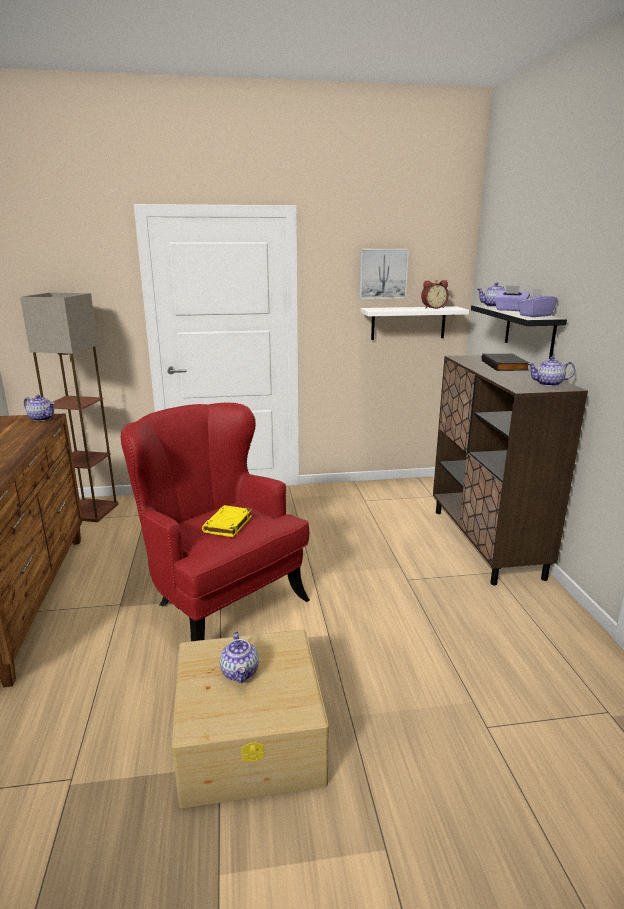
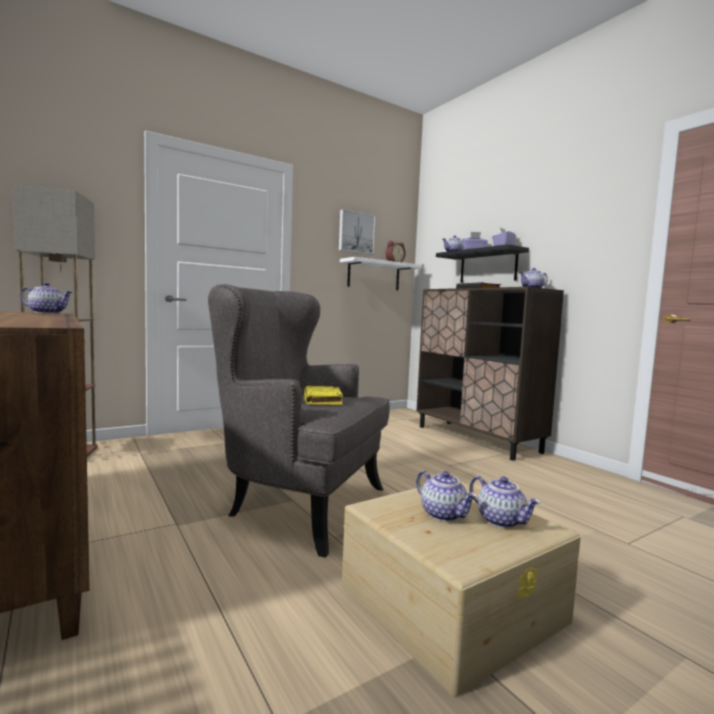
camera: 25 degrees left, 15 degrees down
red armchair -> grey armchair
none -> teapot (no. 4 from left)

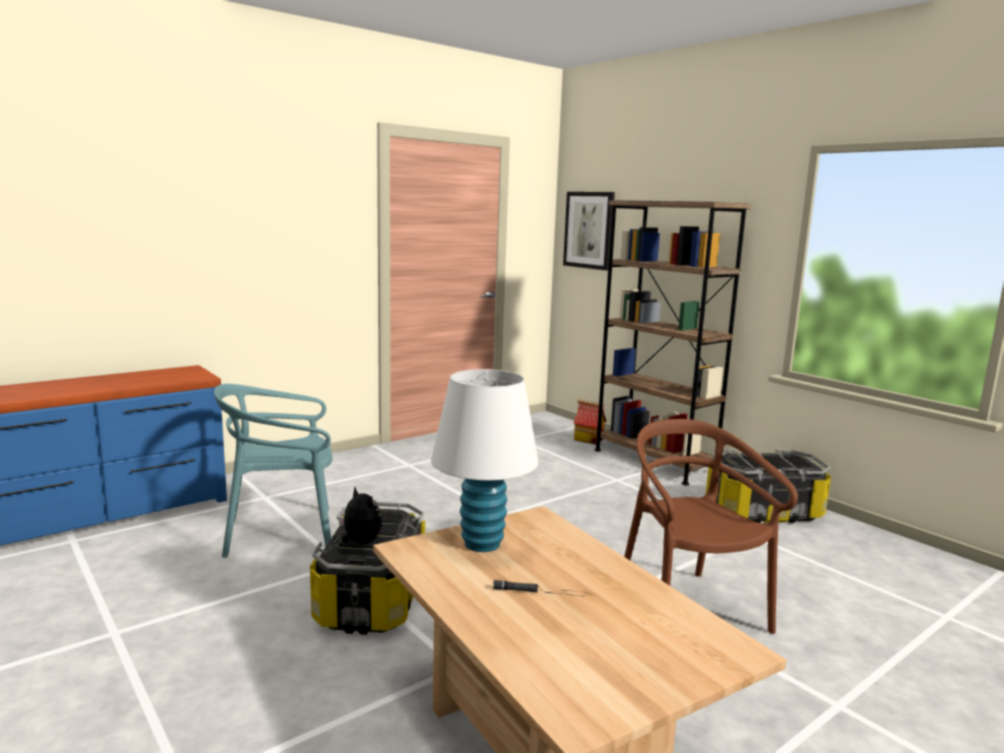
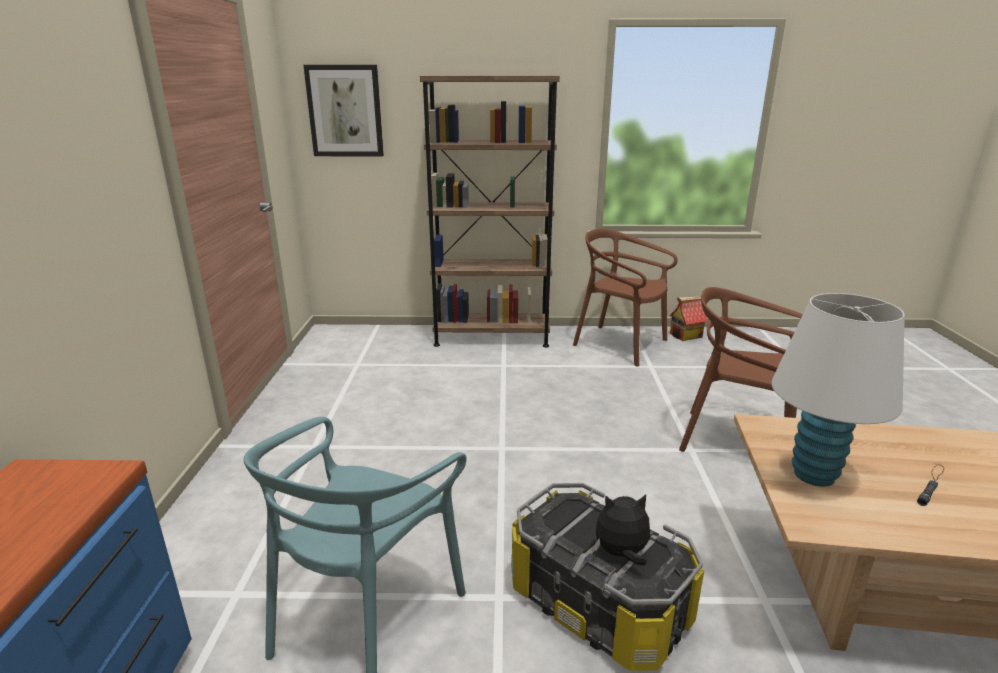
camera: 50 degrees left, 10 degrees up
toy house, relocated
storage box (no. 2 from left) -> brown chair (no. 1 from left)

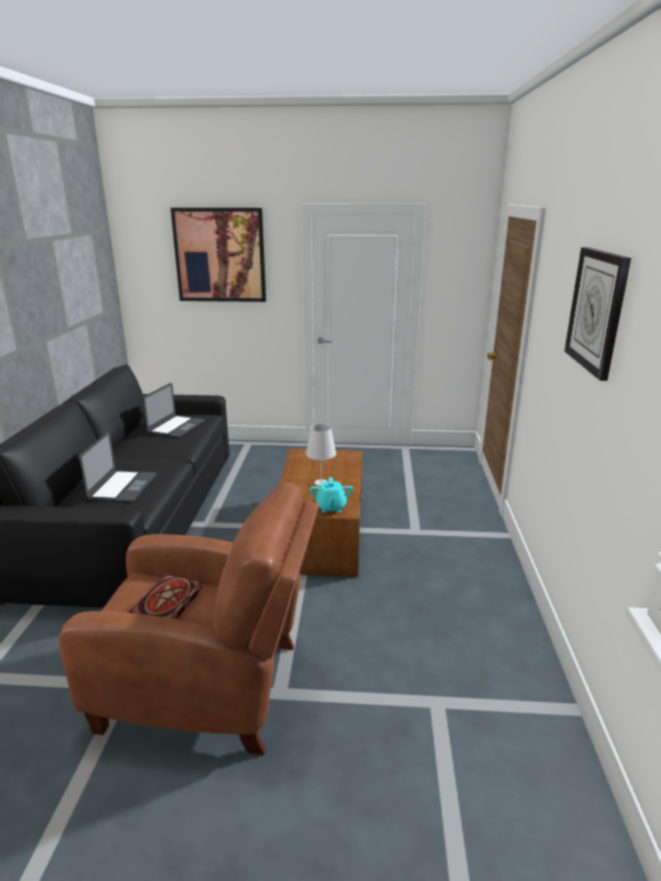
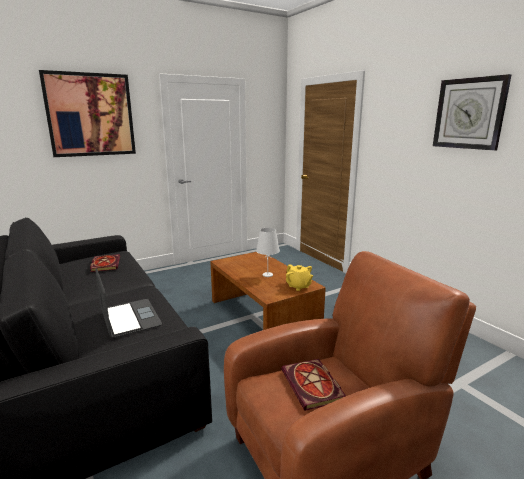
camera: 35 degrees left, 5 degrees down
laptop (no. 2 from left) -> book (no. 1 from left)
turquoise teapot -> yellow teapot

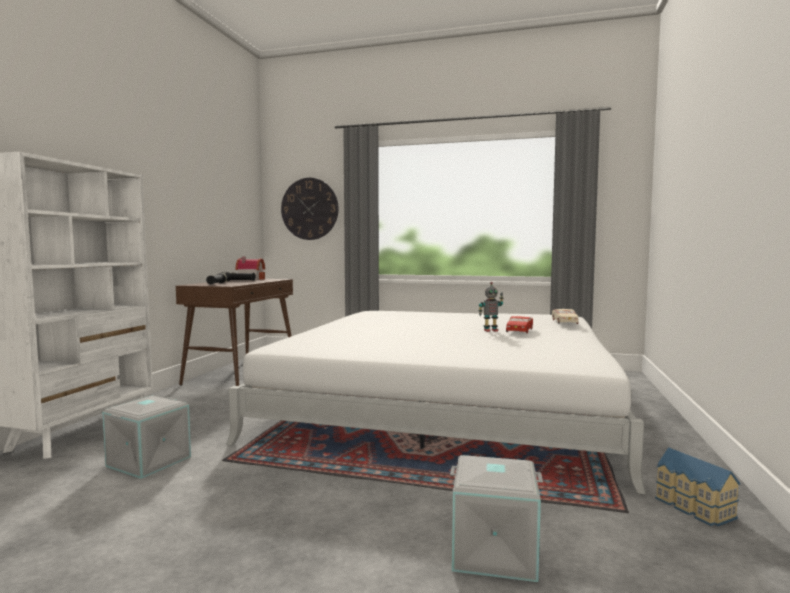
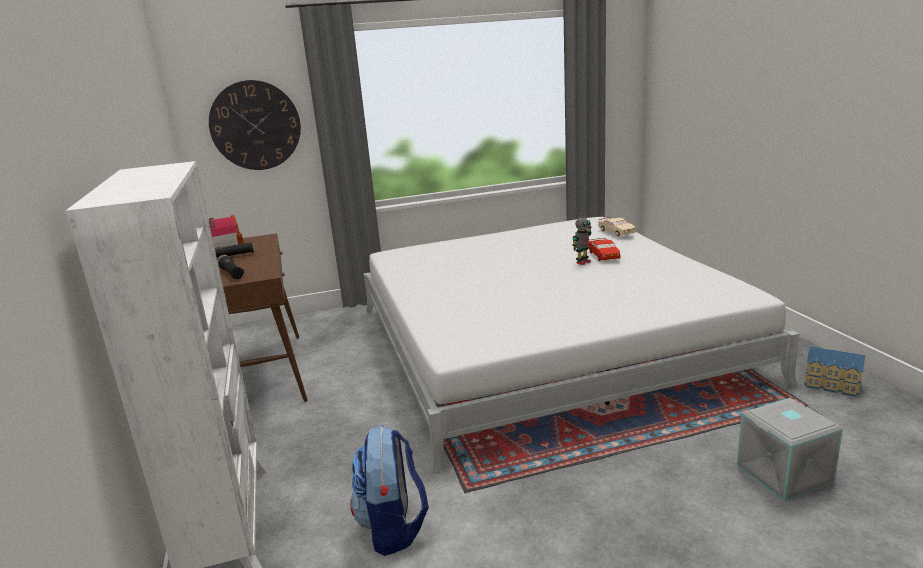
camera: 30 degrees left, 15 degrees up
grey storage box (no. 1 from left) -> backpack

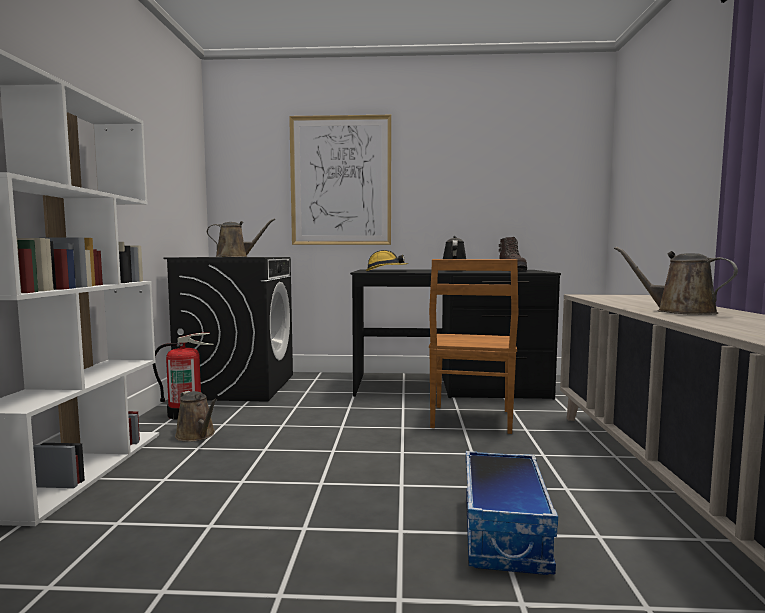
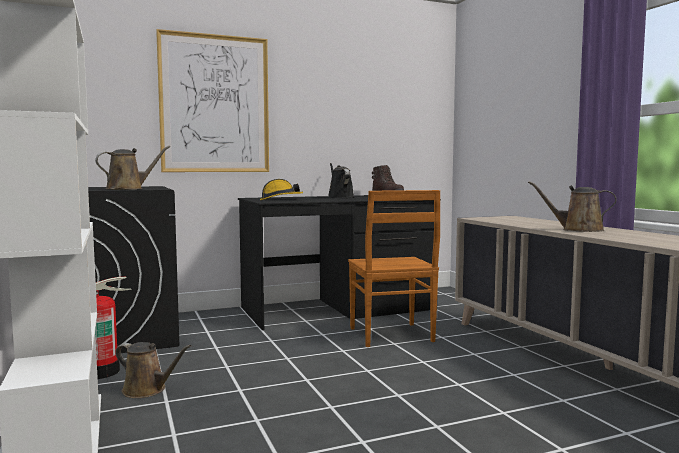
camera: 25 degrees left, 0 degrees up
storage box -> none

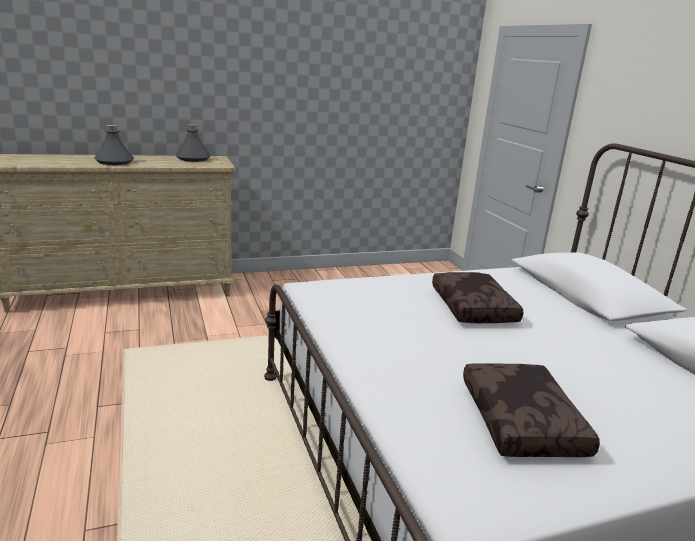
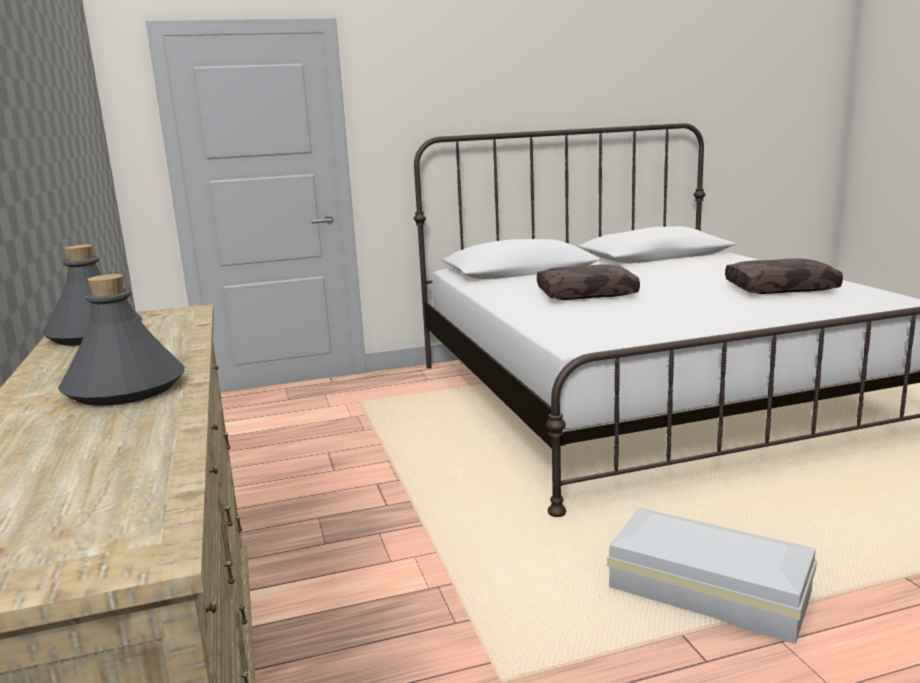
camera: 85 degrees left, 5 degrees down
none -> white storage box

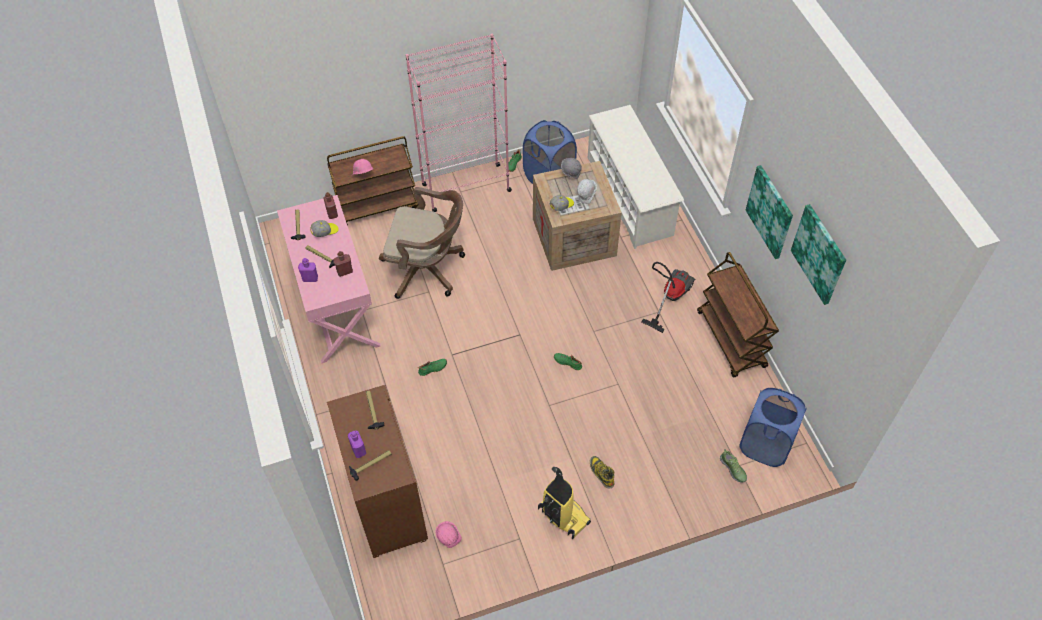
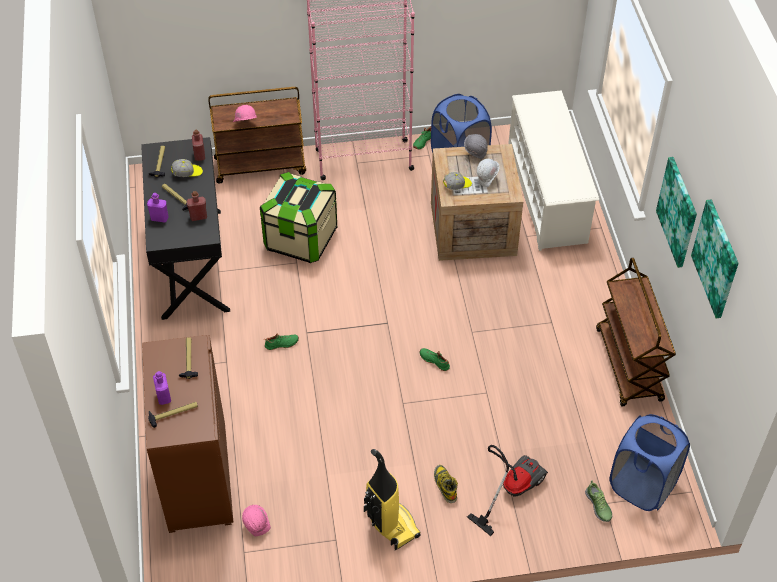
camera: 10 degrees right, 5 degrees down
pink desk -> black desk
brown office chair -> storage box
vacuum cleaner (no. 2 from left), relocated

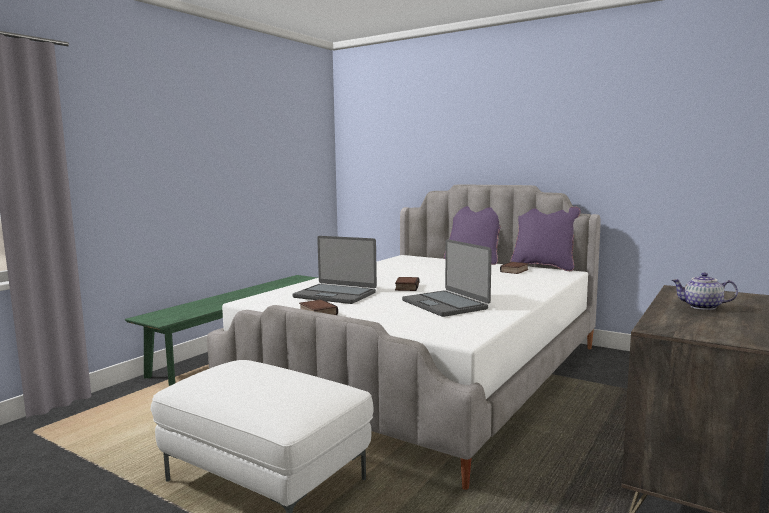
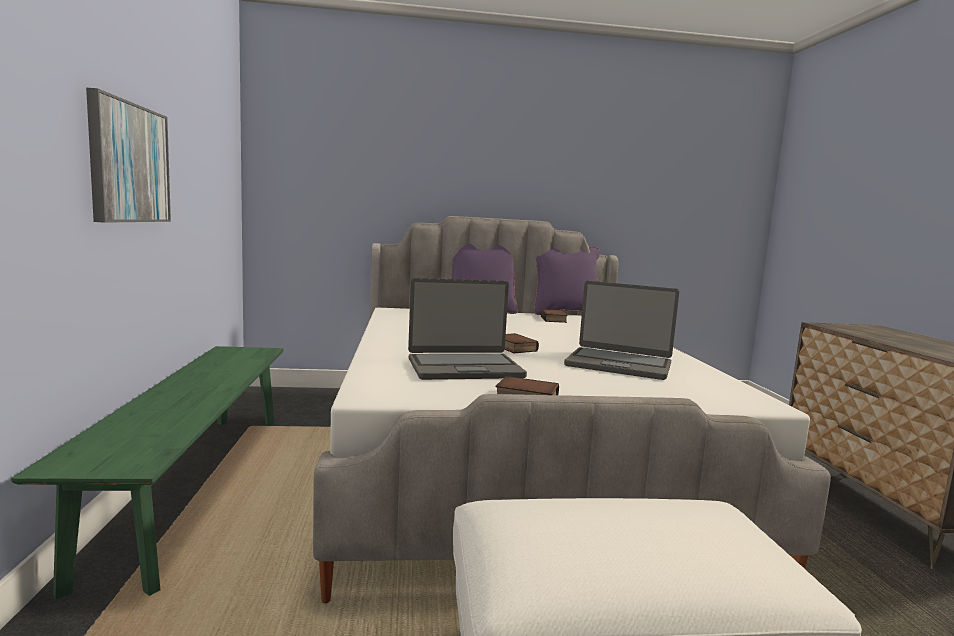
camera: 40 degrees left, 0 degrees up
teapot -> none
none -> picture

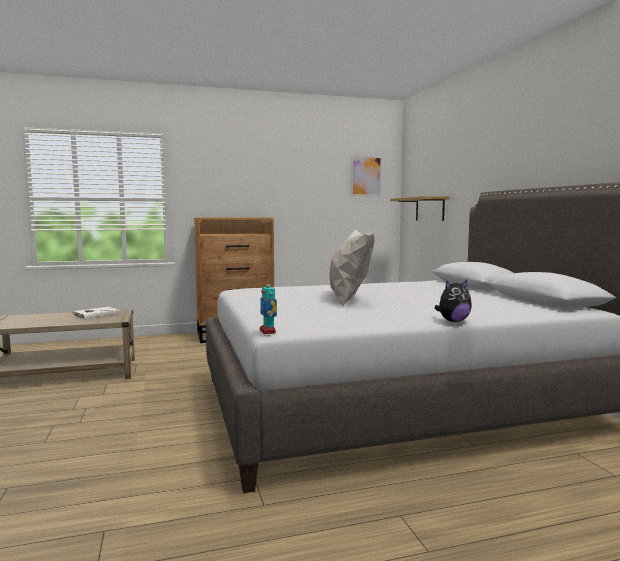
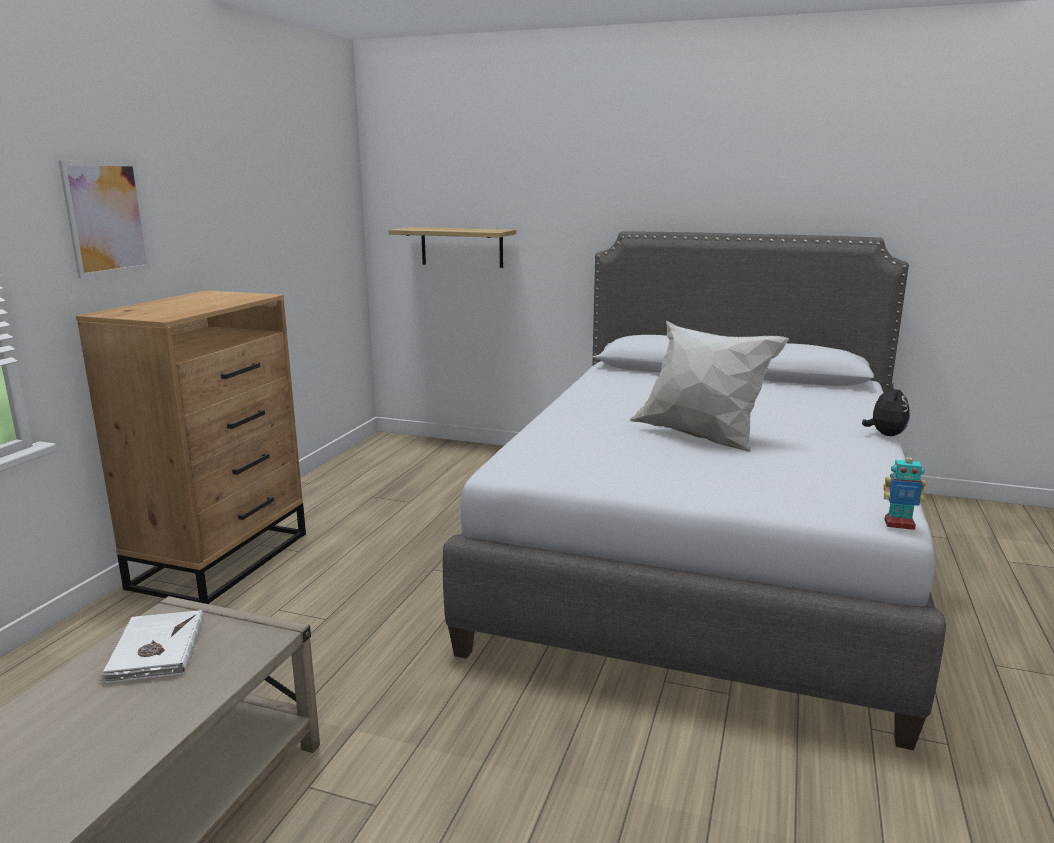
camera: 55 degrees left, 10 degrees up
picture, relocated

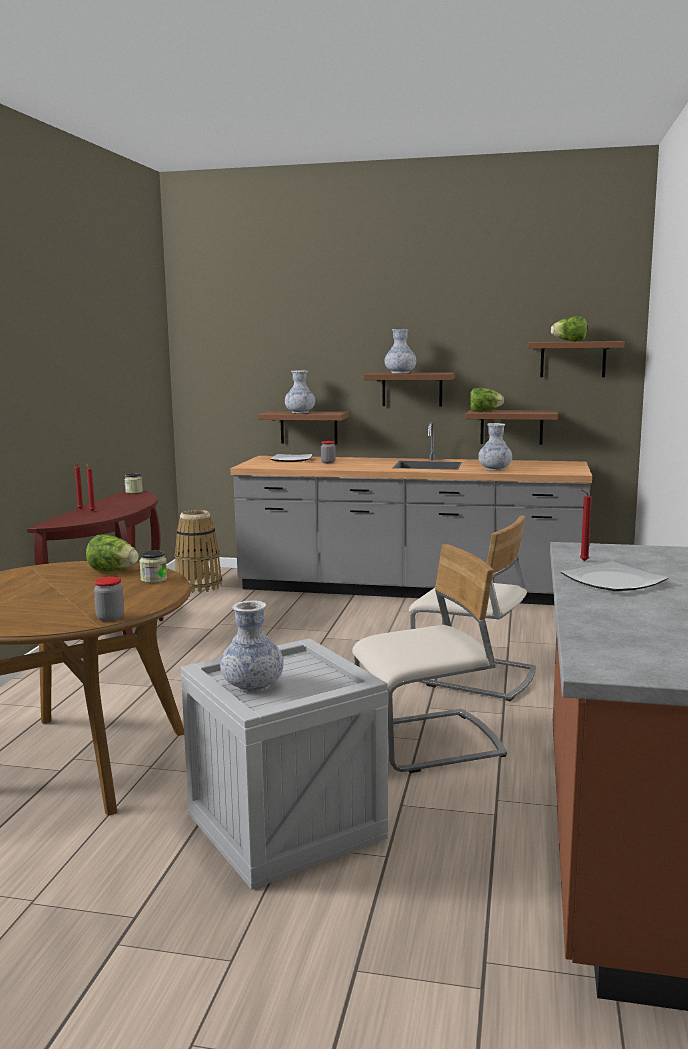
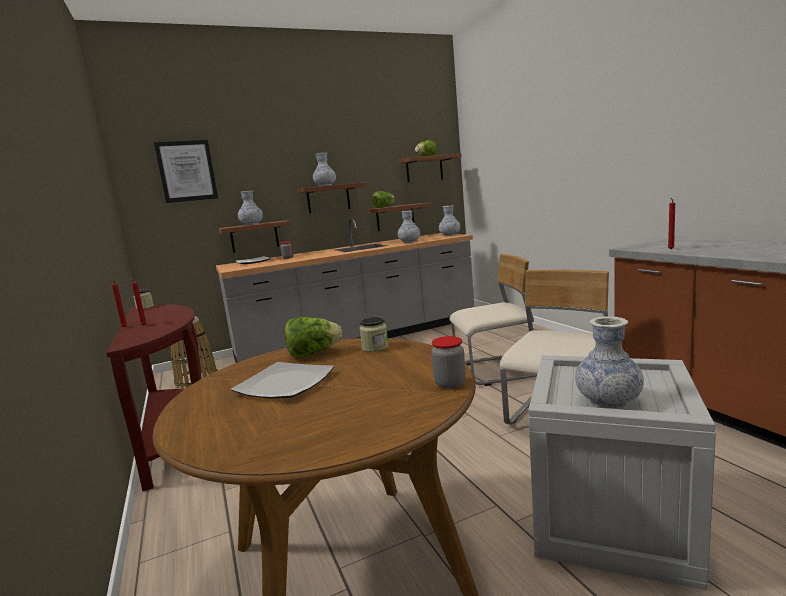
camera: 35 degrees left, 0 degrees up
plate (no. 2 from left), relocated
none -> picture
none -> vase (no. 4 from left)

